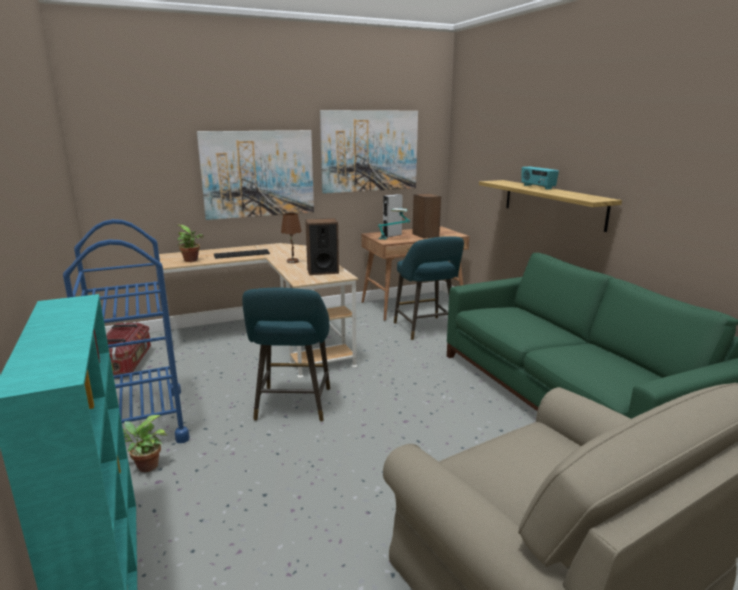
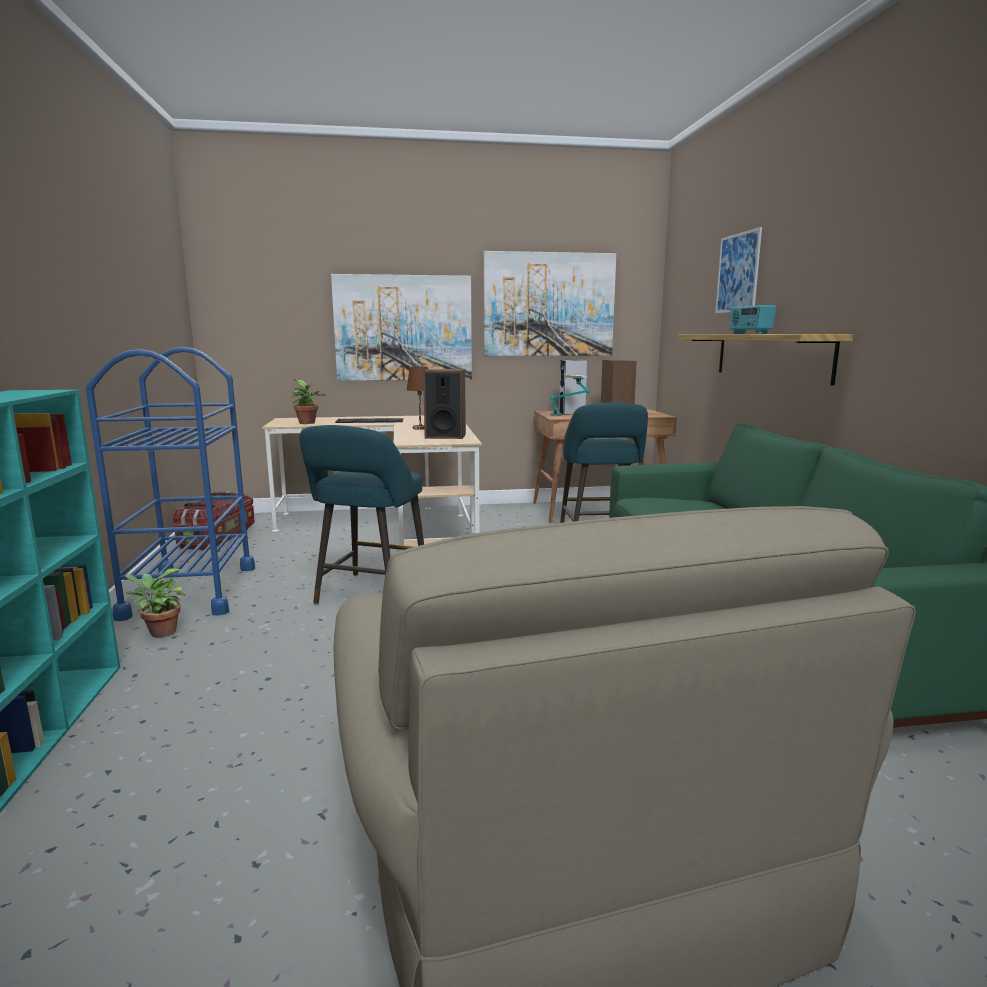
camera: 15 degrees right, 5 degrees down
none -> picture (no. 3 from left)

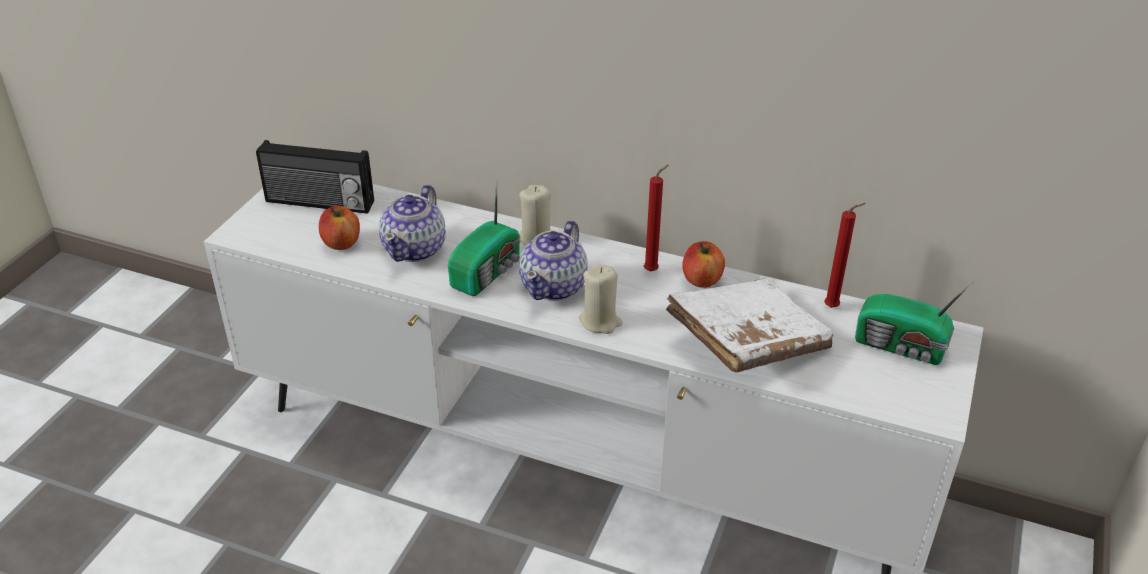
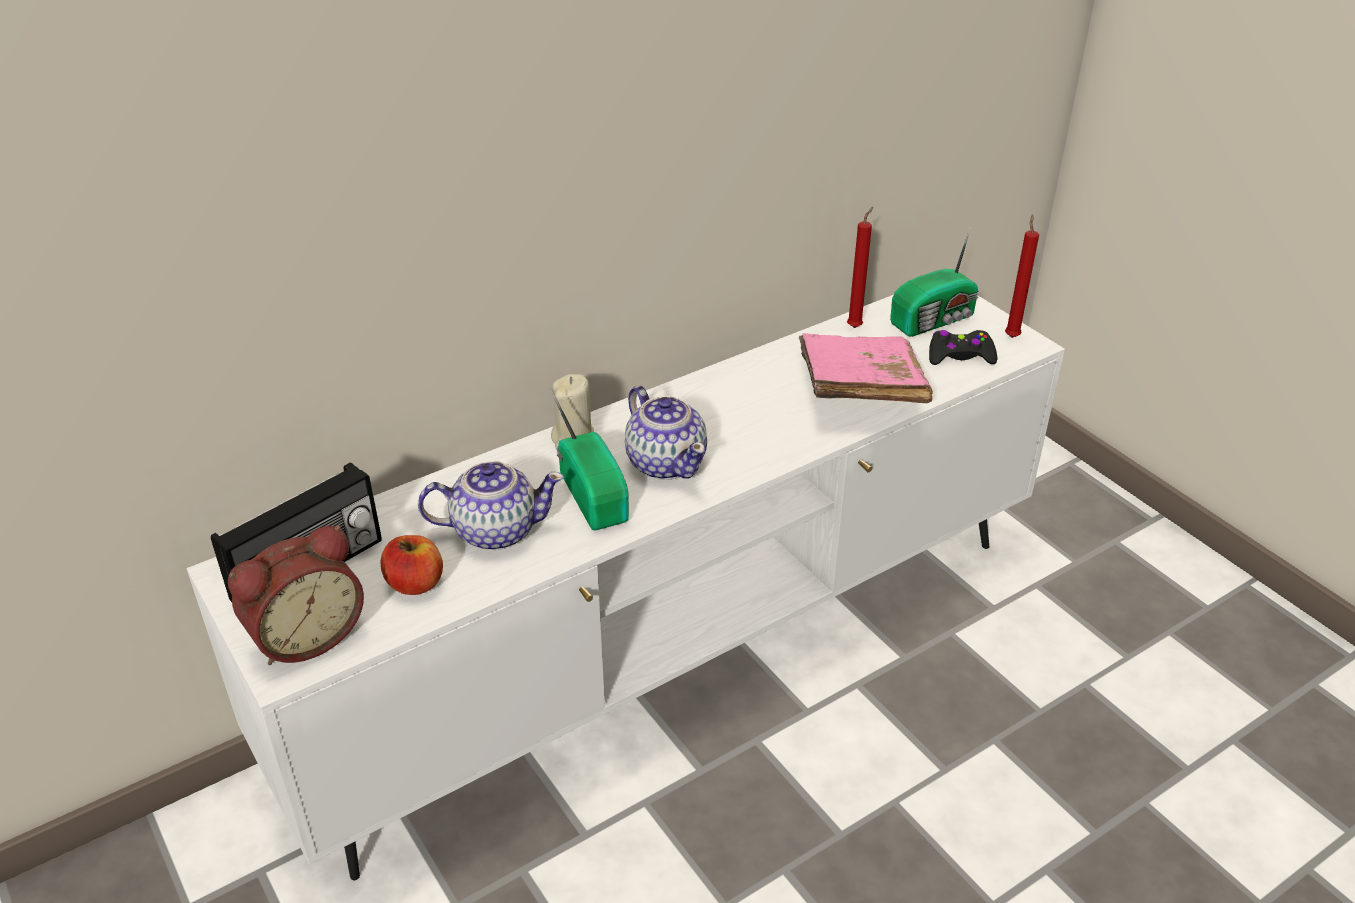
camera: 55 degrees left, 0 degrees up
teapot (no. 1 from left), 60 degrees counterclockwise
beige candle (no. 2 from left) -> none
red candle (no. 1 from left in the first image) -> red candle (no. 2 from left), relocated
white book -> pink book
apple (no. 2 from left) -> none
none -> alarm clock
none -> black game controller

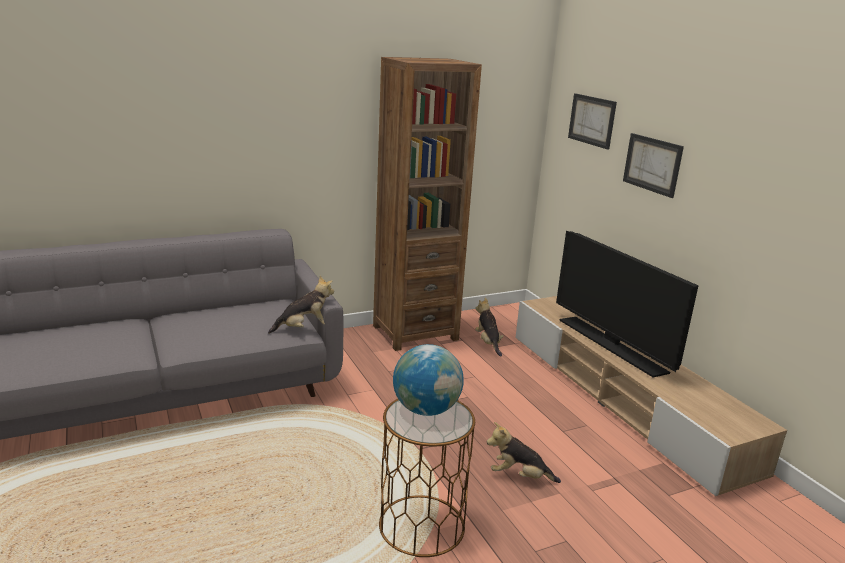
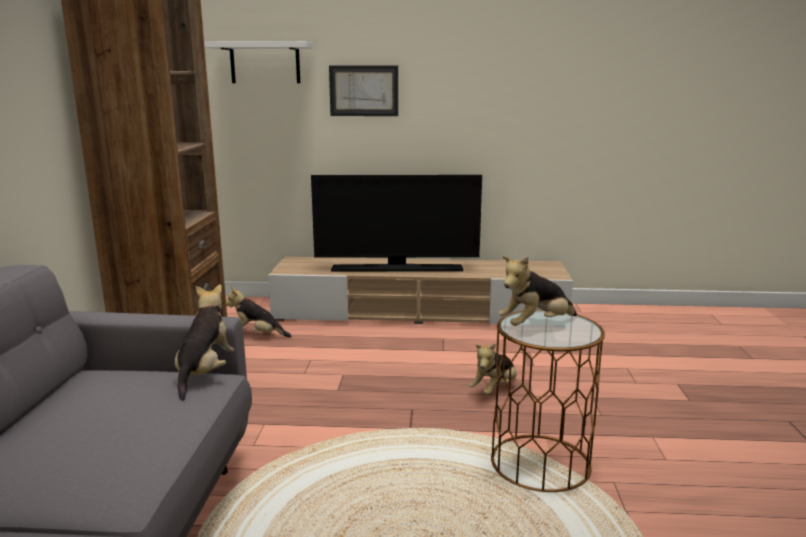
camera: 60 degrees left, 5 degrees down
globe -> plush toy (no. 4 from left)
picture (no. 1 from left) -> white shelf

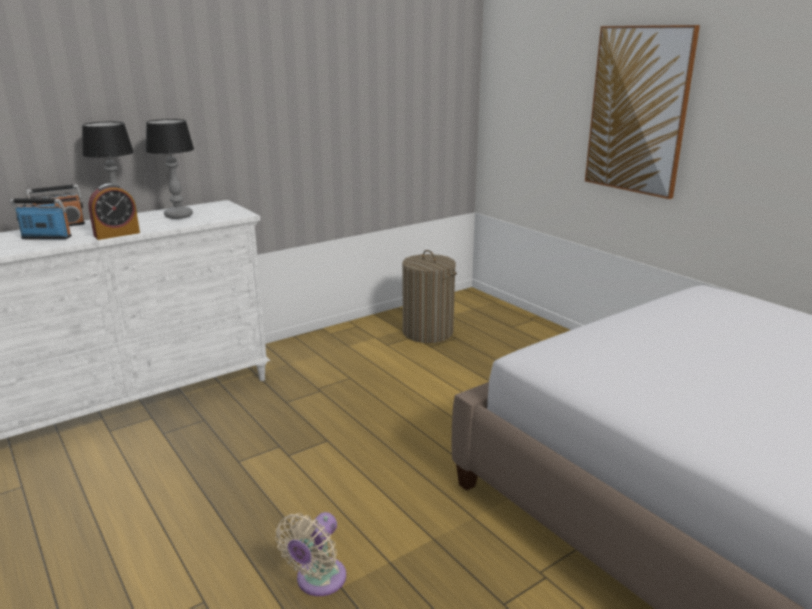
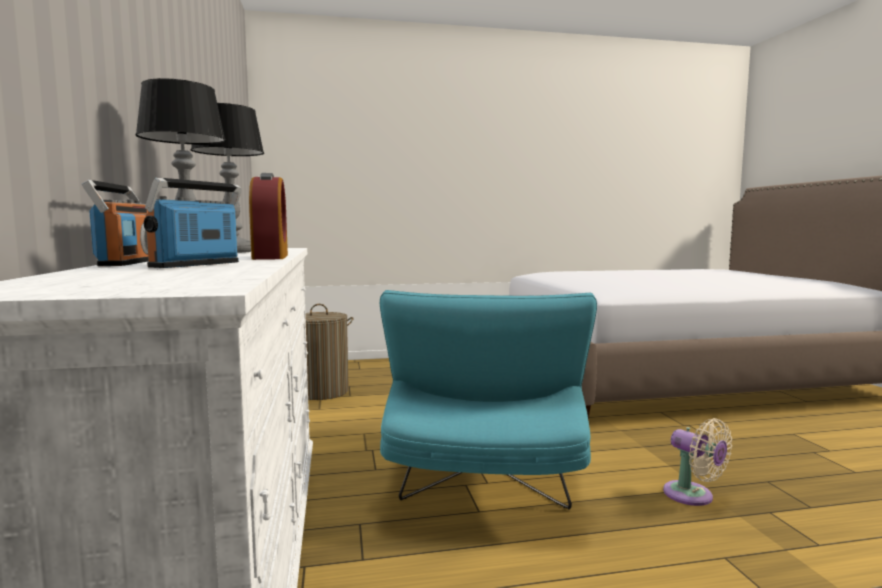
camera: 65 degrees left, 15 degrees down
picture -> none
none -> turquoise armchair

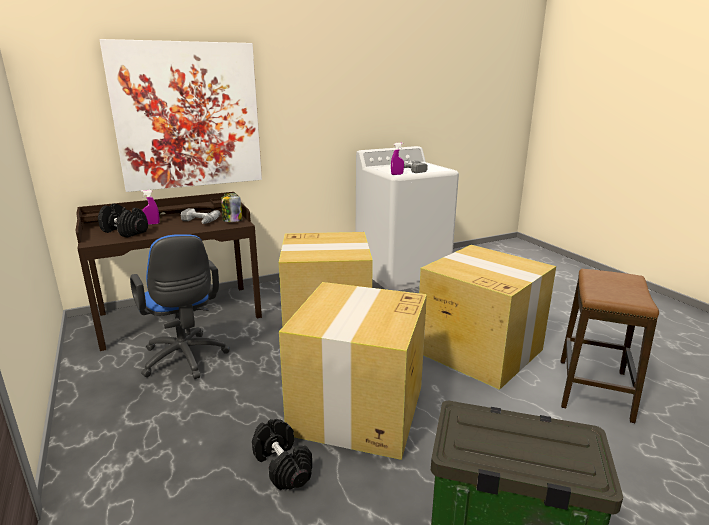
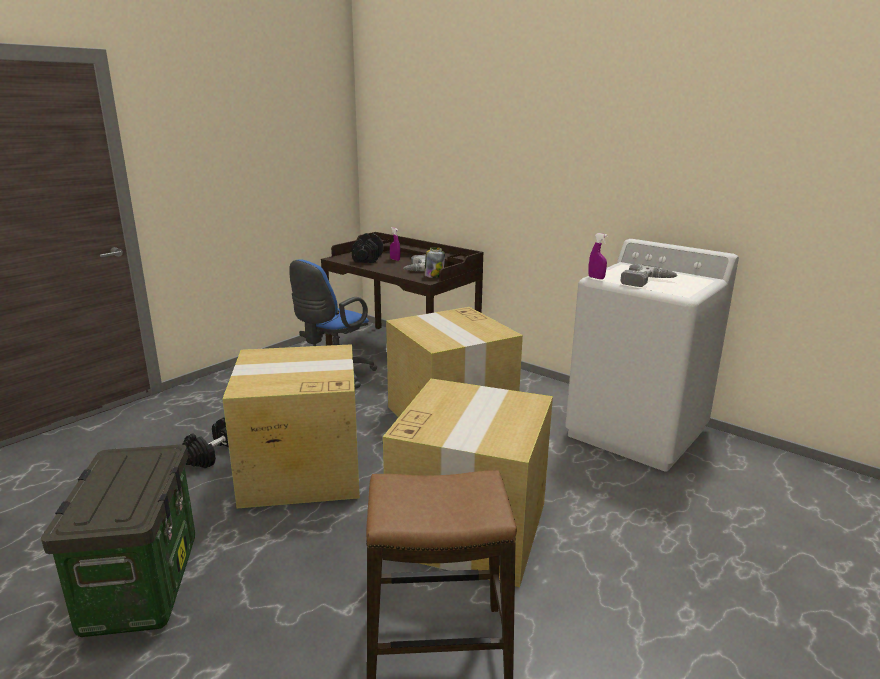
camera: 65 degrees right, 0 degrees up
picture -> none

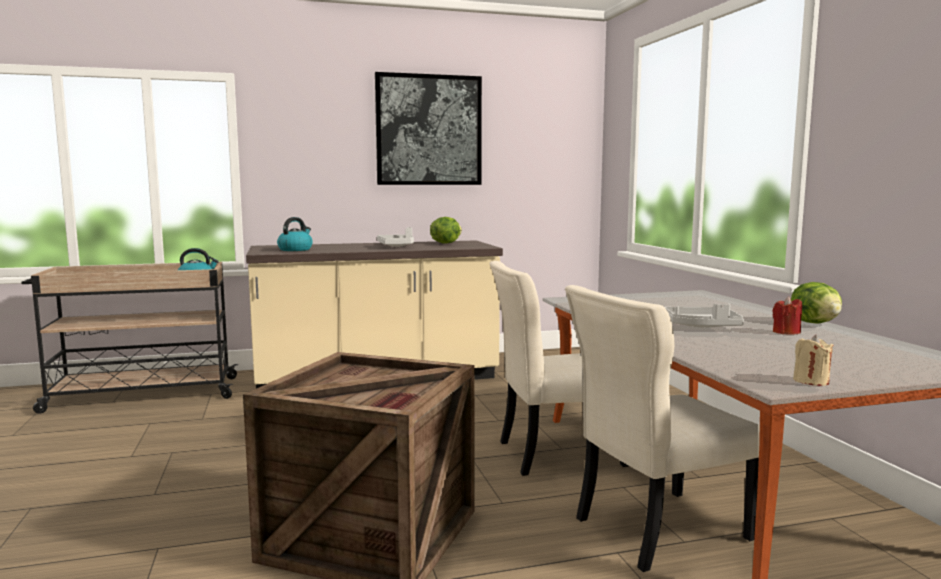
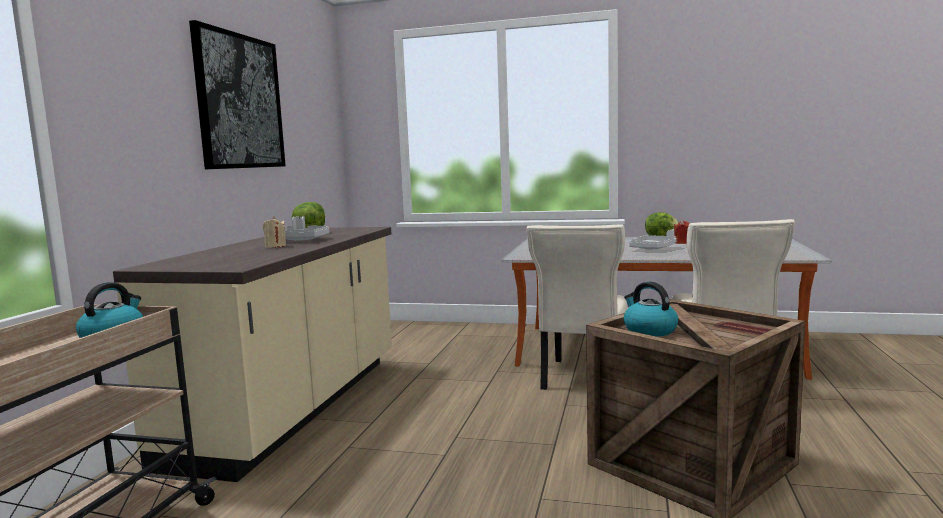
camera: 60 degrees left, 0 degrees up
kettle (no. 2 from left), relocated
beige candle, relocated

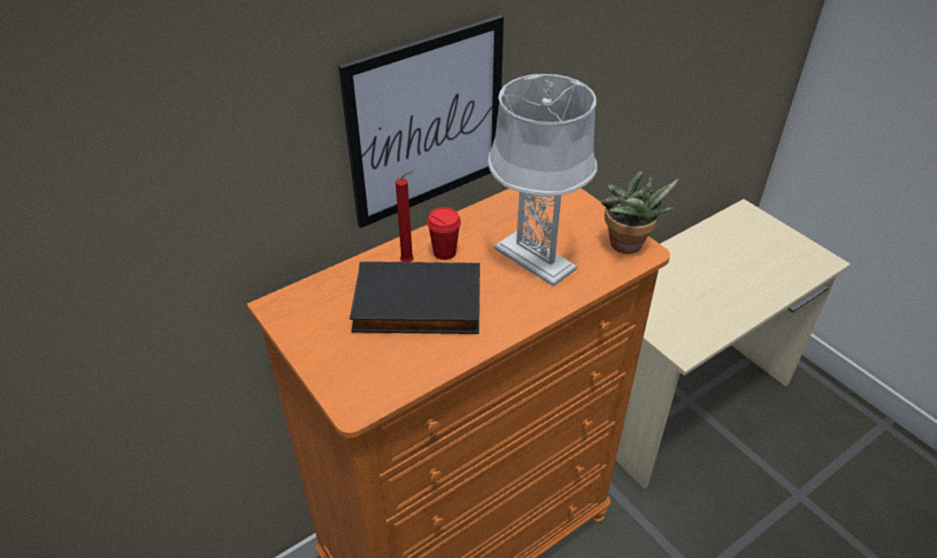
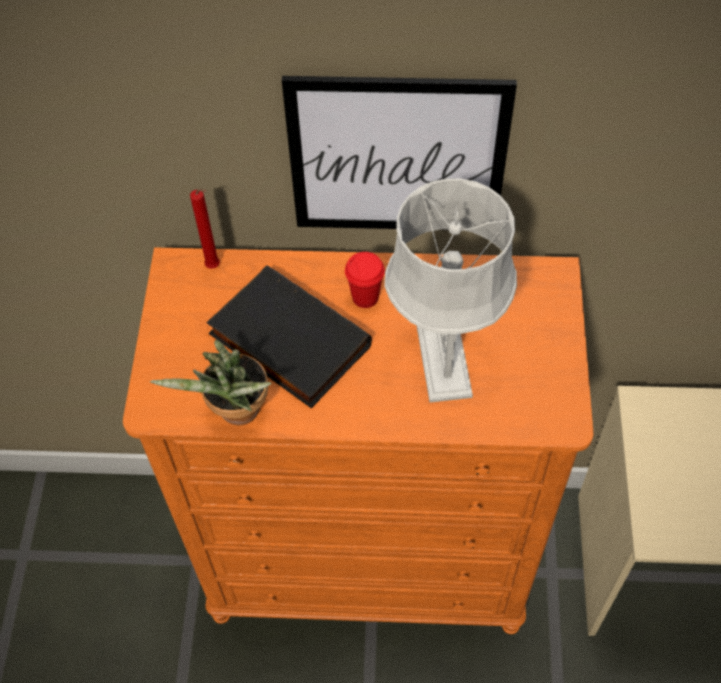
camera: 40 degrees right, 15 degrees up
red candle, relocated
potted plant, relocated

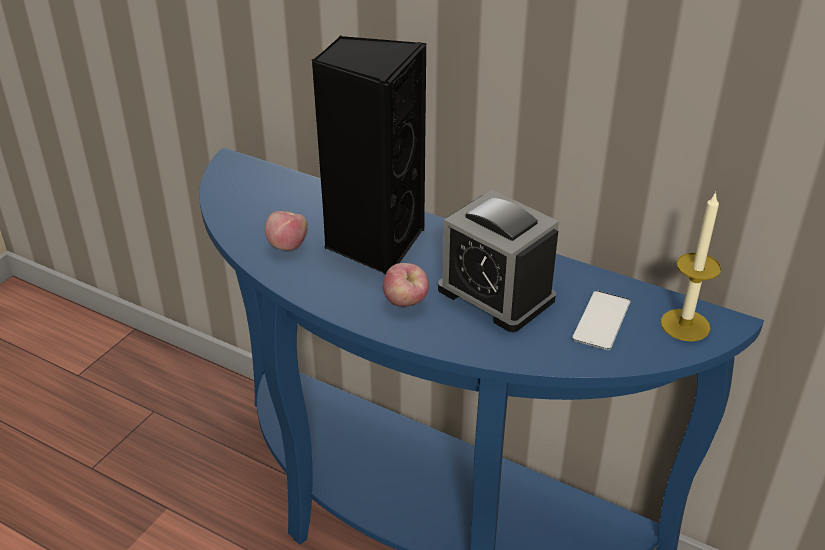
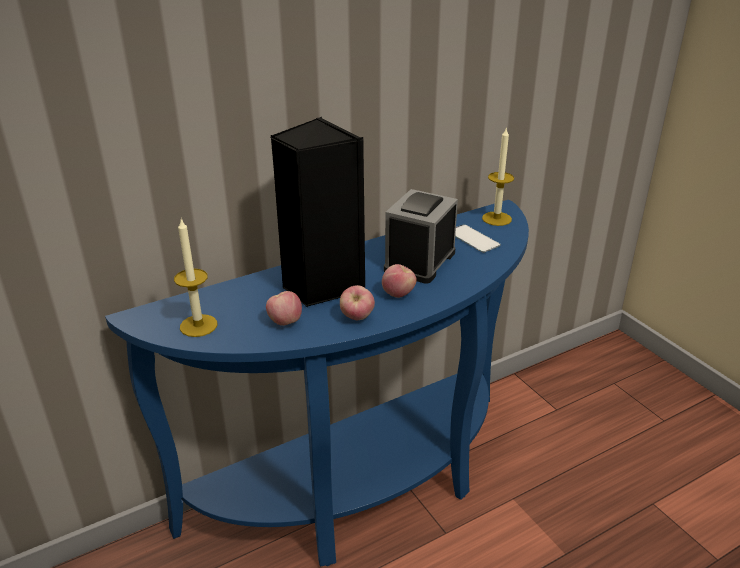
camera: 60 degrees left, 5 degrees down
alarm clock, 135 degrees clockwise
none -> candle (no. 1 from left)
none -> apple (no. 2 from left)

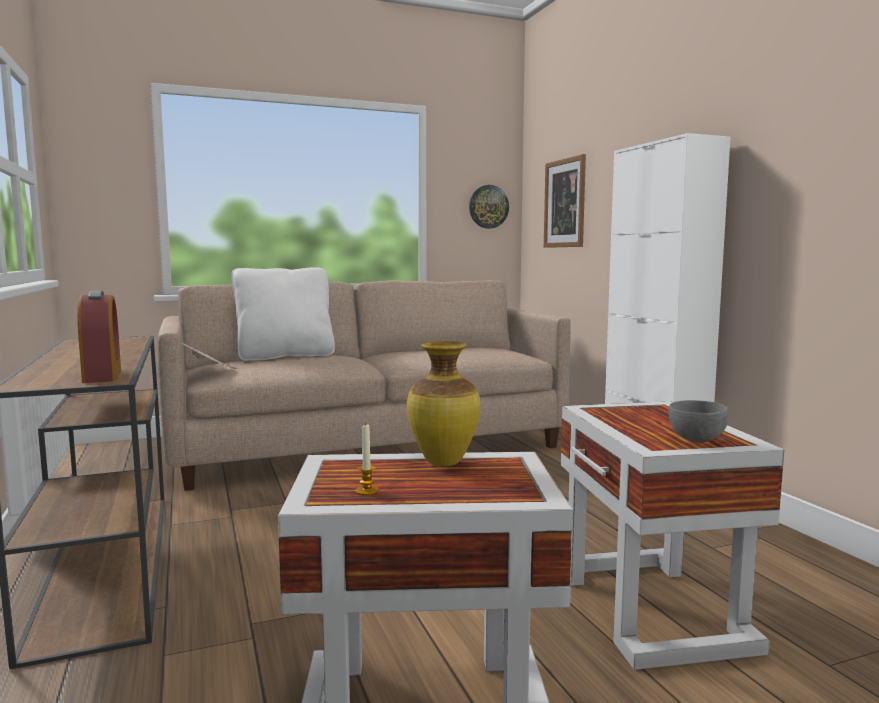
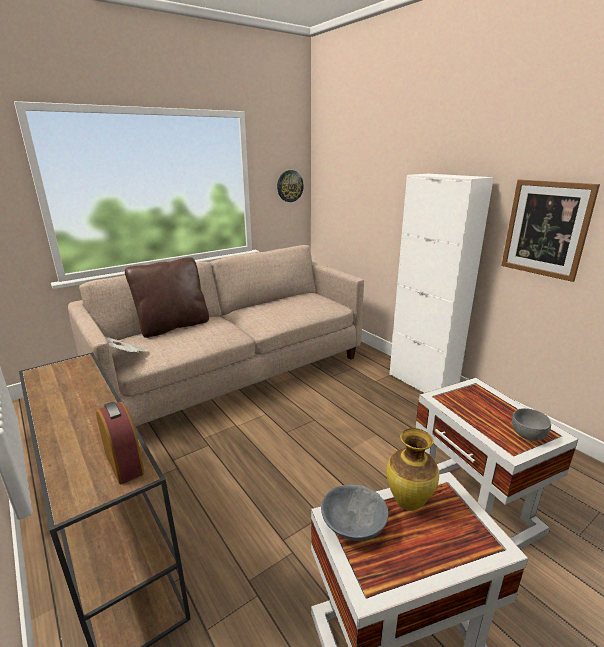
camera: 15 degrees left, 15 degrees up
white pillow -> brown pillow
candle -> none
picture, relocated
none -> grey bowl (no. 1 from left)

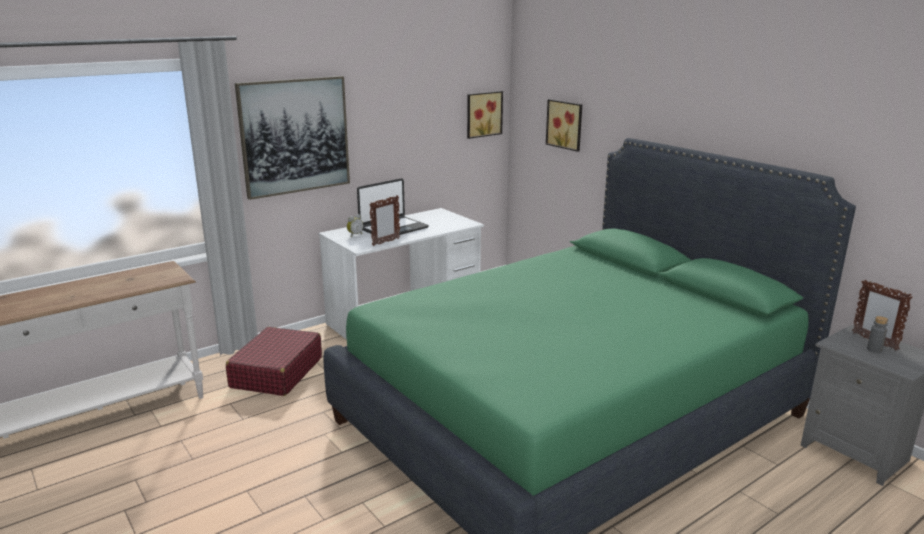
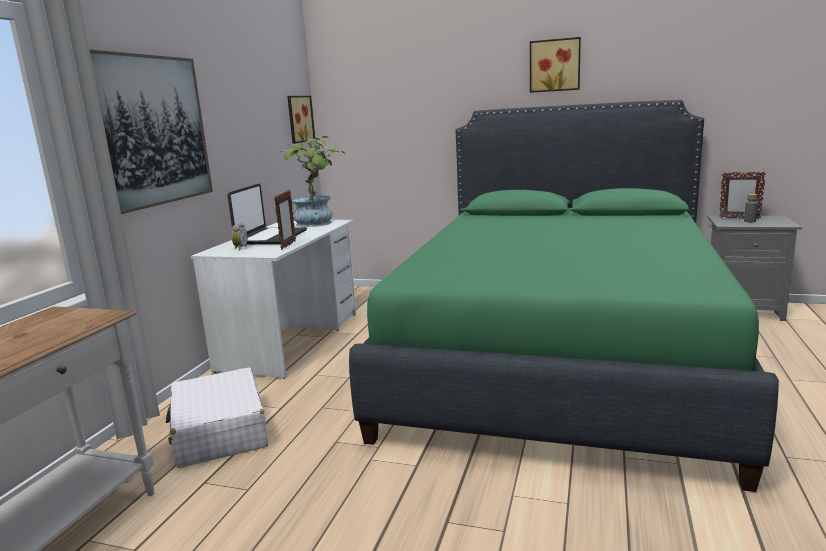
camera: 35 degrees left, 5 degrees down
red suitcase -> white suitcase
picture (no. 3 from left), relocated
none -> potted plant

